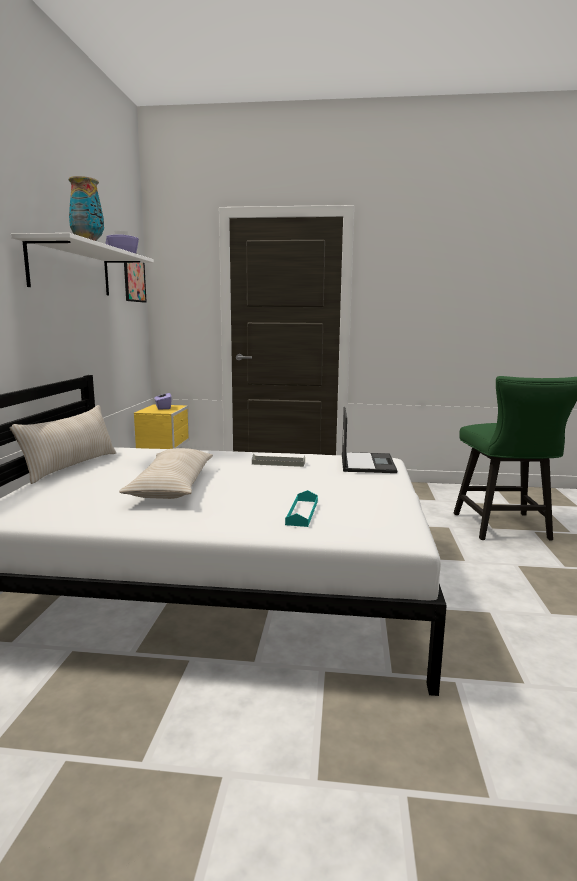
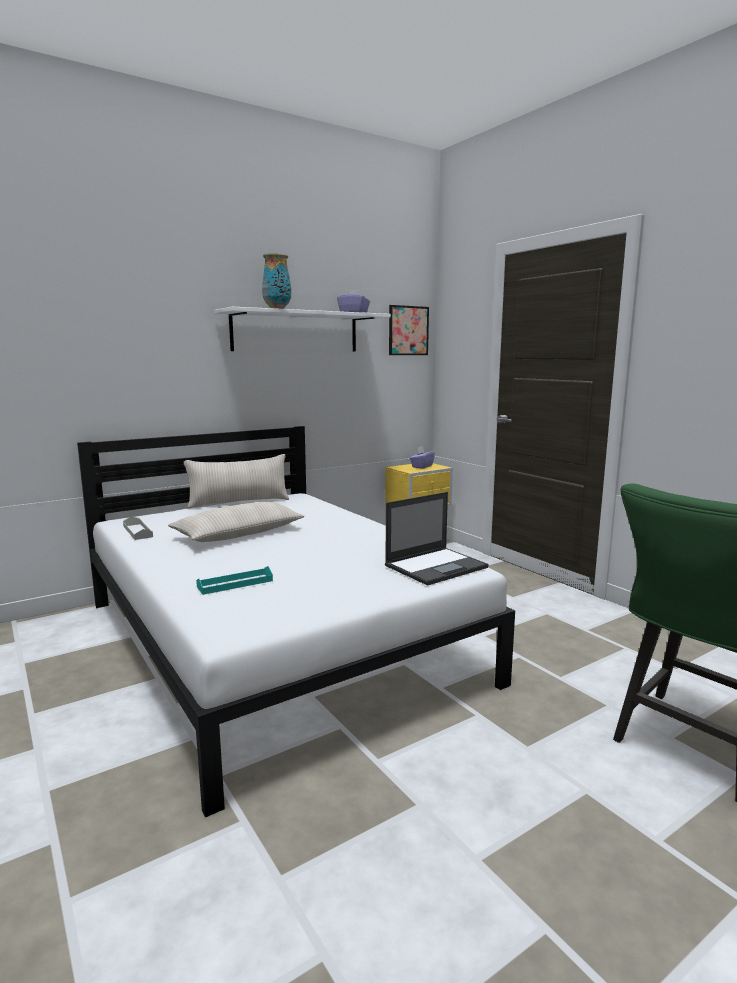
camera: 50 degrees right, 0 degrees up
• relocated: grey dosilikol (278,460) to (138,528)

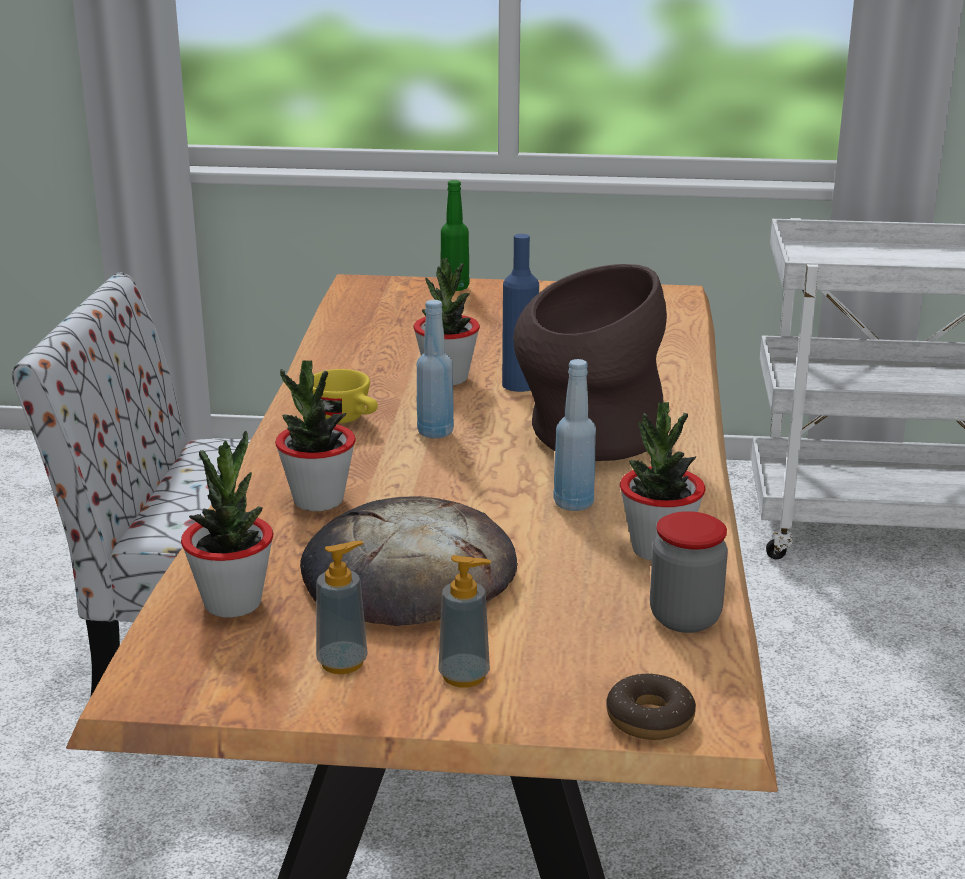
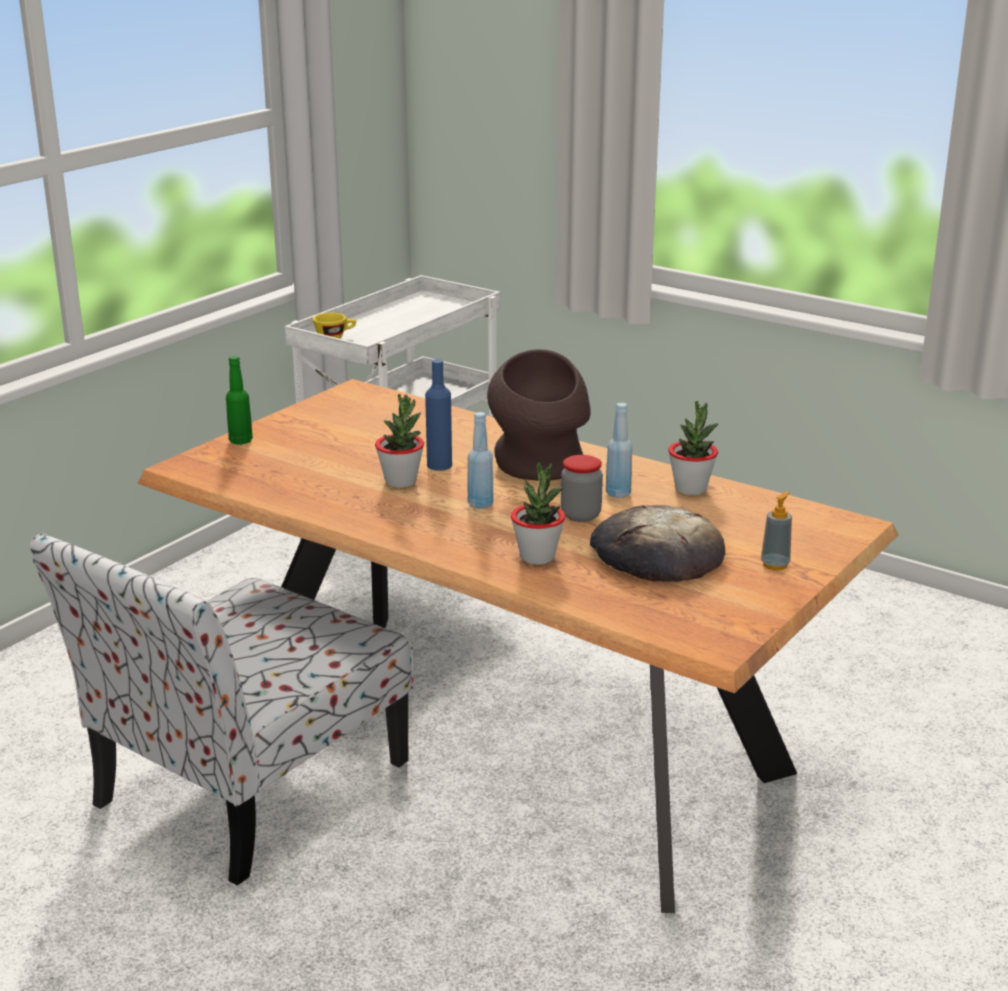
camera: 60 degrees left, 0 degrees up
• relocated: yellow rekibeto (345,396) to (334,325)
• missing: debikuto (227,524)
• relocated: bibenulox (689,572) to (582,488)
• missing: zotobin (342,607)
• missing: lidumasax (651,706)

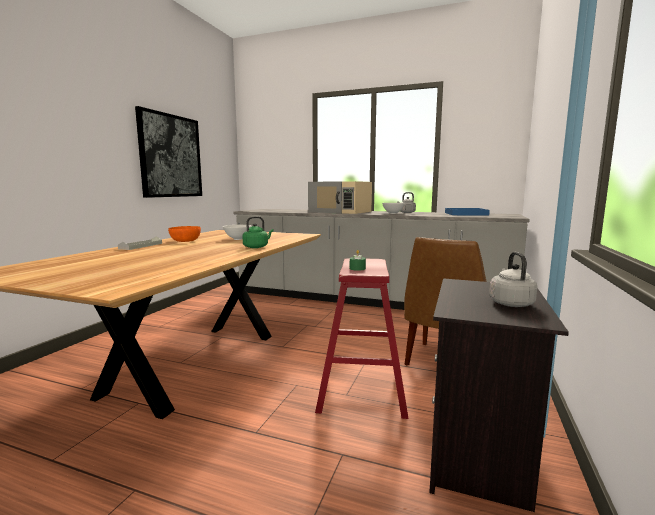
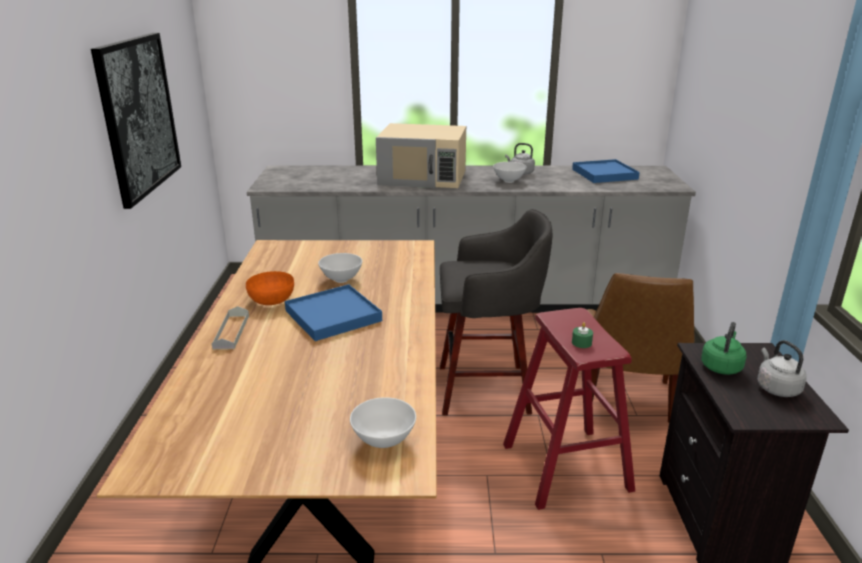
camera: 20 degrees left, 15 degrees up
• relocated: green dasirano (258,232) to (723,348)
• appeared: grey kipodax (496,312)
• appeared: blue dosilikol (333,312)
• appeared: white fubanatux (383,422)

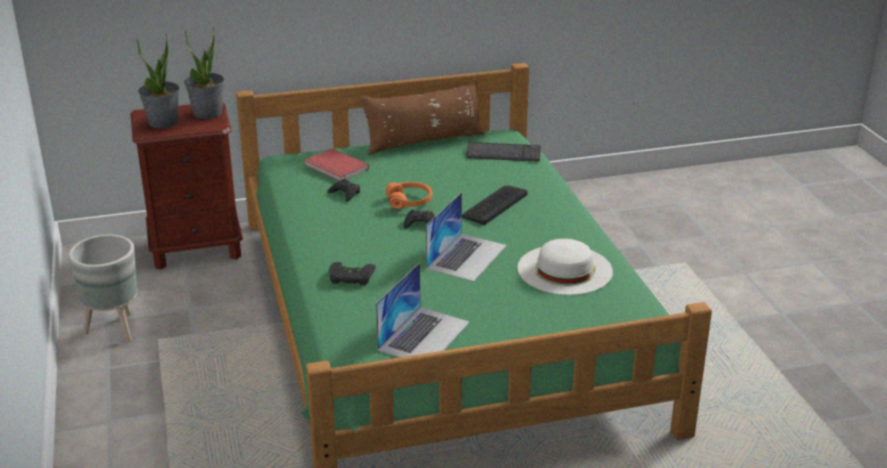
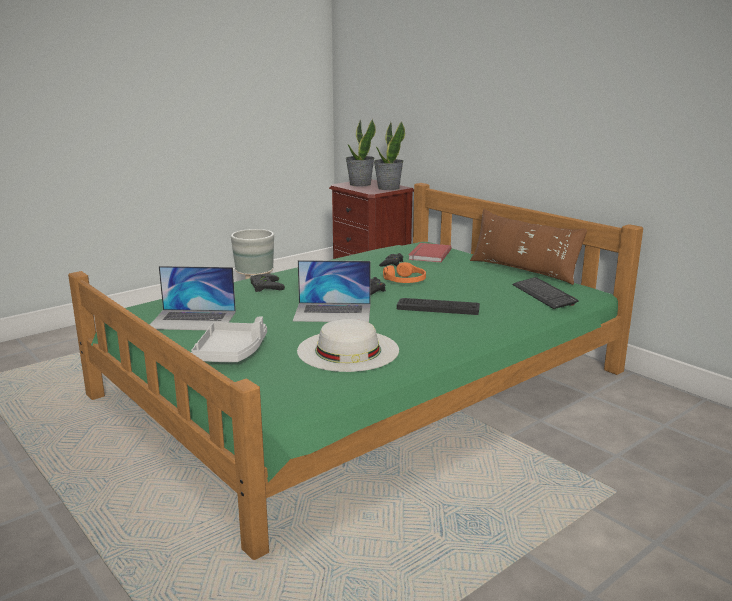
camera: 65 degrees right, 10 degrees down
• appeared: grey dosilikol (229,339)

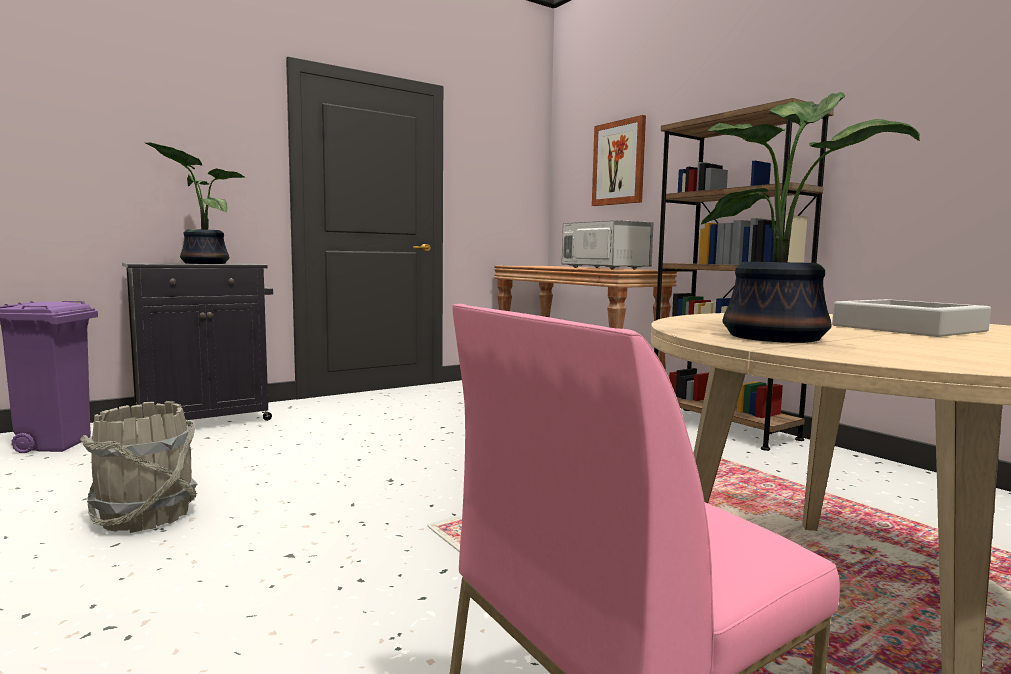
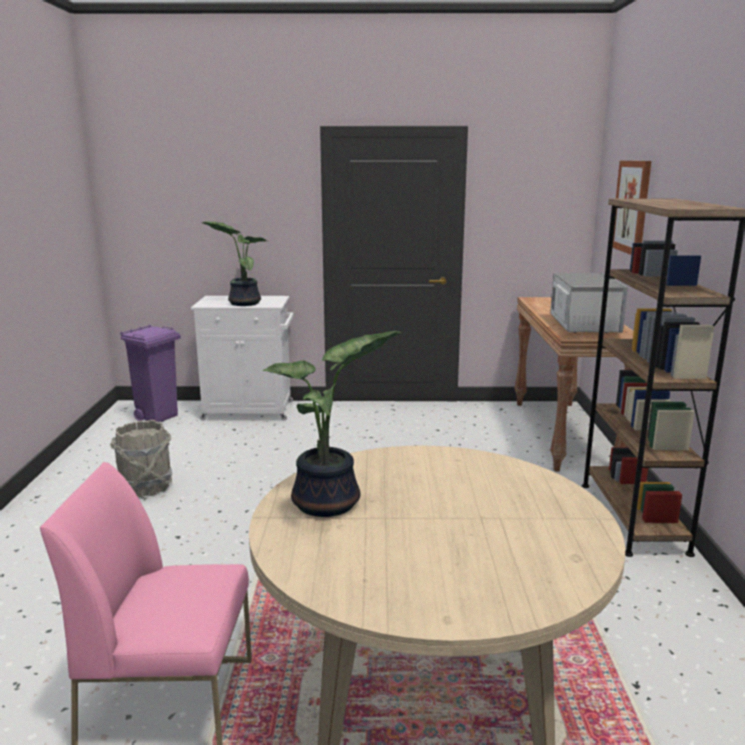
camera: 35 degrees right, 10 degrees up
• colour: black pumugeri (197,341) to white pumugeri (242,358)
• missing: grey dosilikol (911,318)

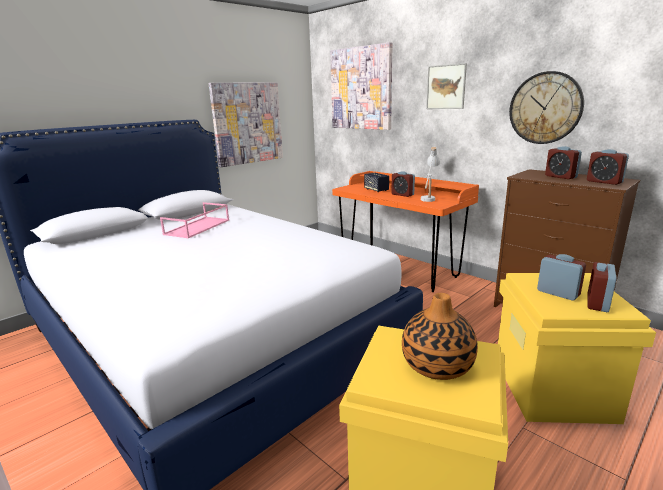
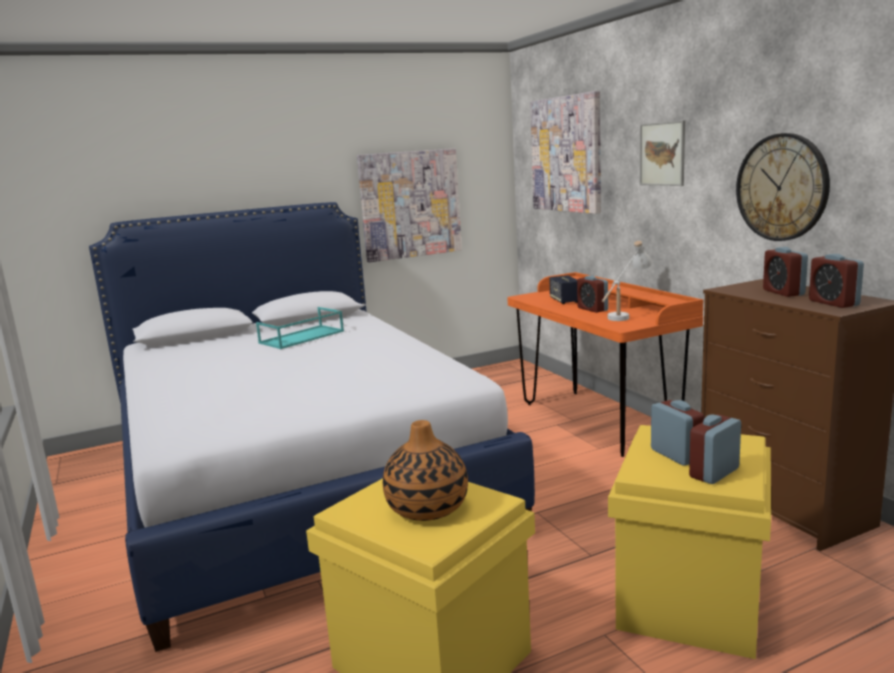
camera: 20 degrees right, 5 degrees down
• colour: pink dosilikol (194,220) to turquoise dosilikol (300,328)

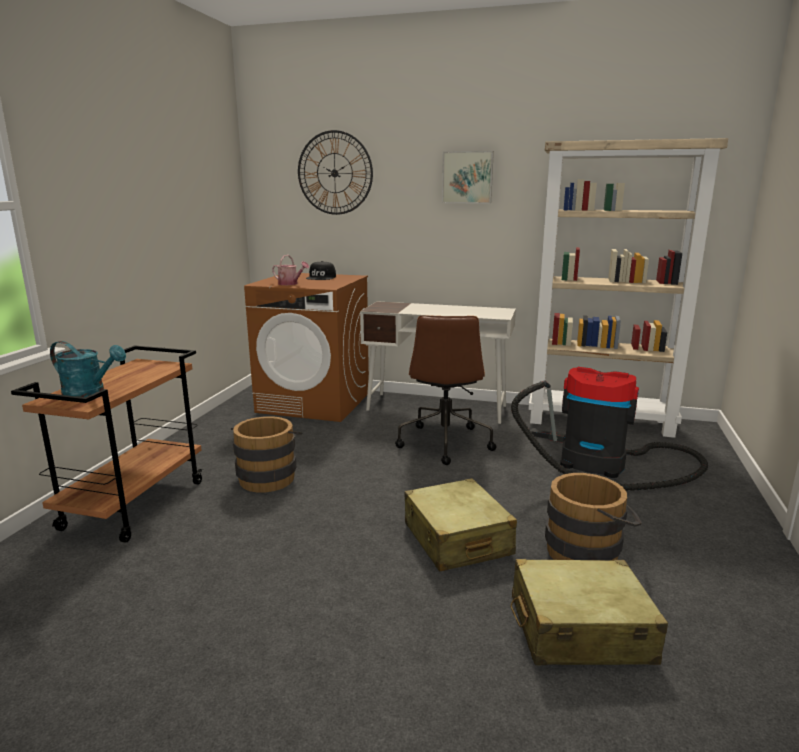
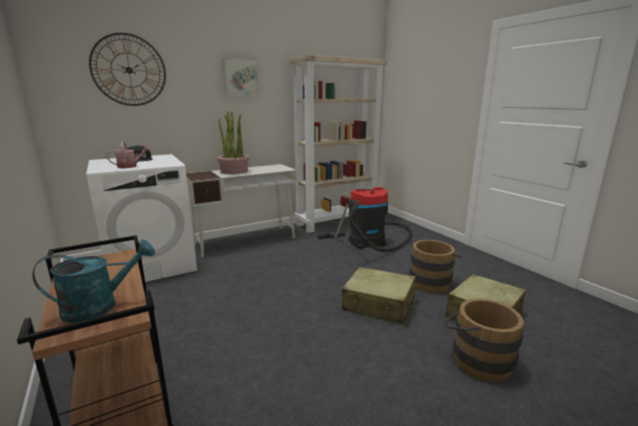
camera: 45 degrees left, 0 degrees up
• colour: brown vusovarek (306,347) to white vusovarek (141,218)
• missing: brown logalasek (445,390)
• relocated: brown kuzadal (266,454) to (484,340)
• appeared: debikuto (233,142)

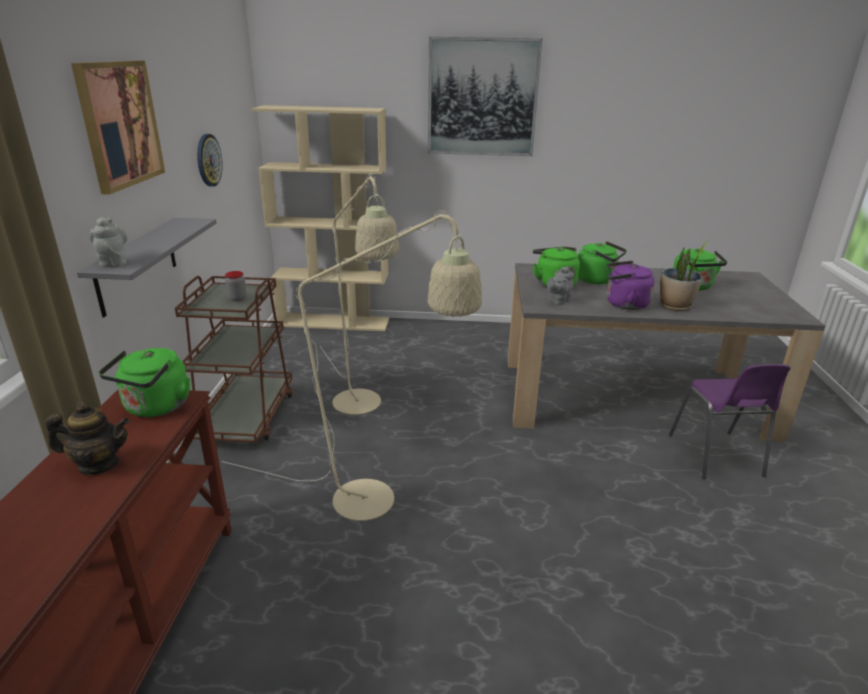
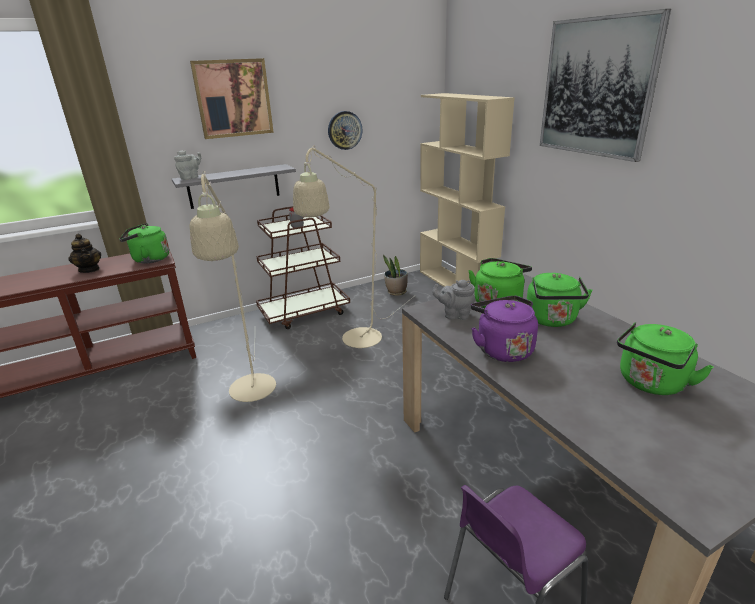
camera: 60 degrees right, 0 degrees up
• relocated: debikuto (684,276) to (395,275)

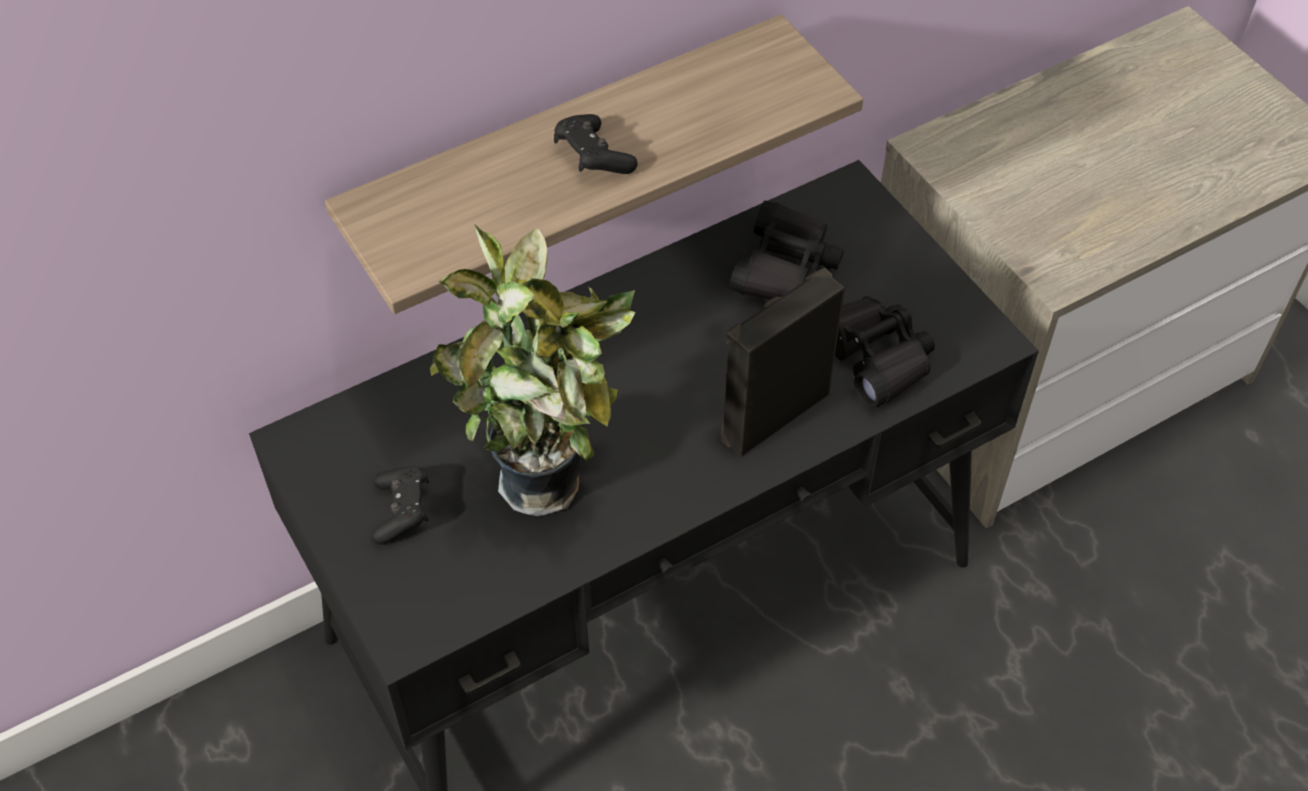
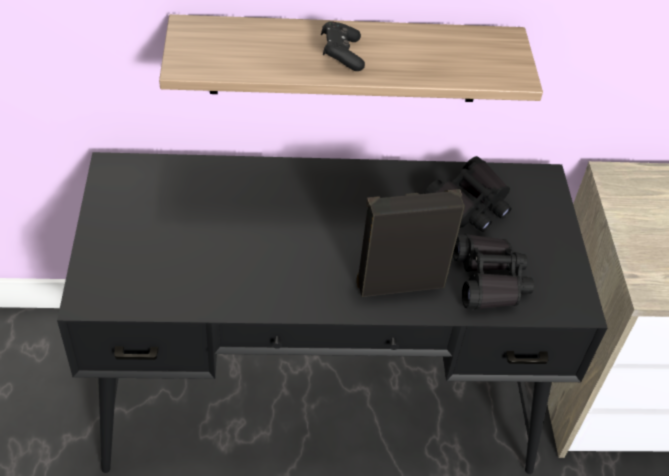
camera: 25 degrees right, 5 degrees down
• missing: debikuto (532,370)
• missing: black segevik (400,506)

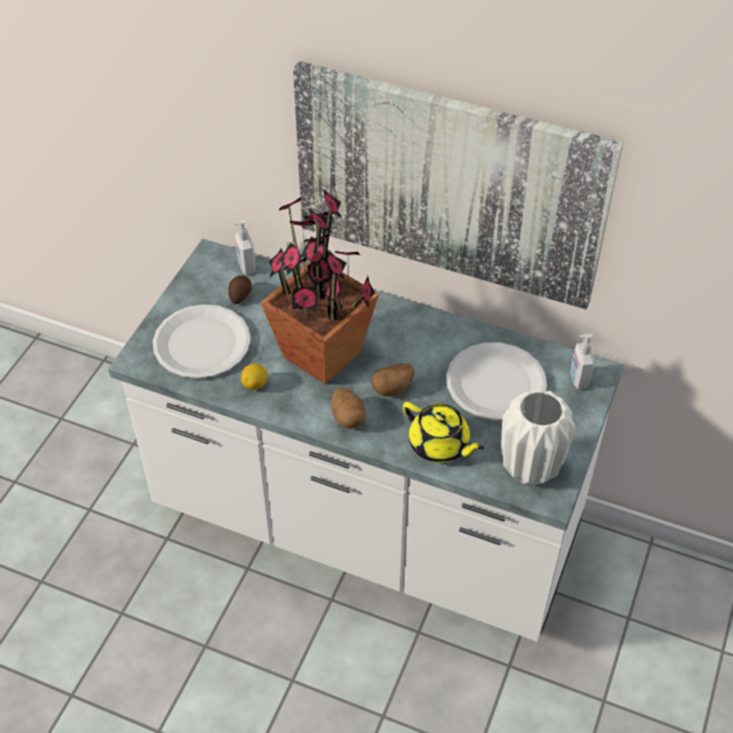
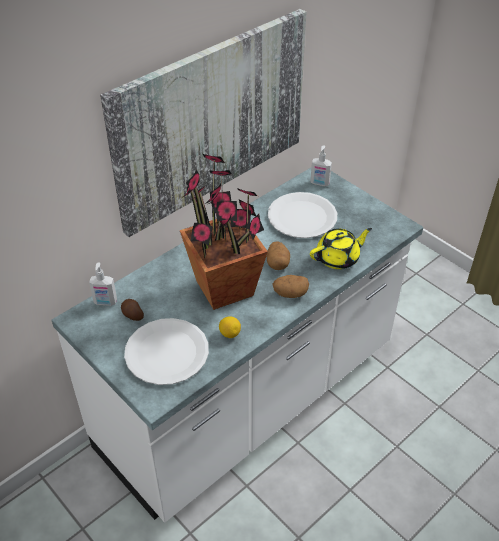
camera: 65 degrees left, 5 degrees down
• missing: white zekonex (538,437)

